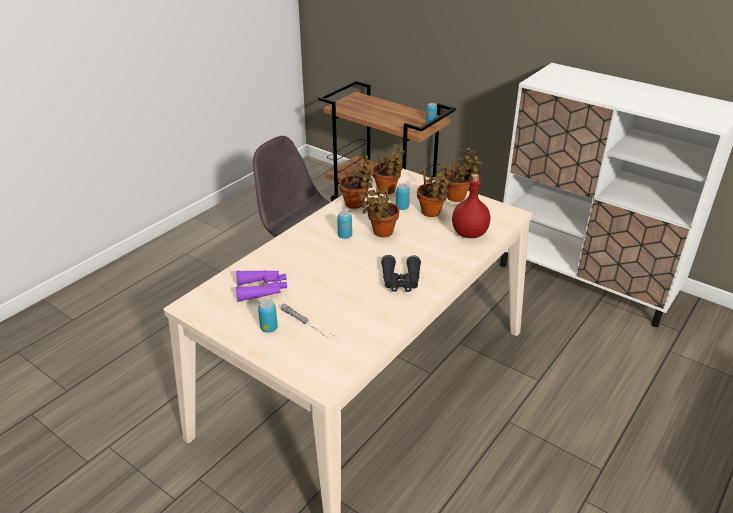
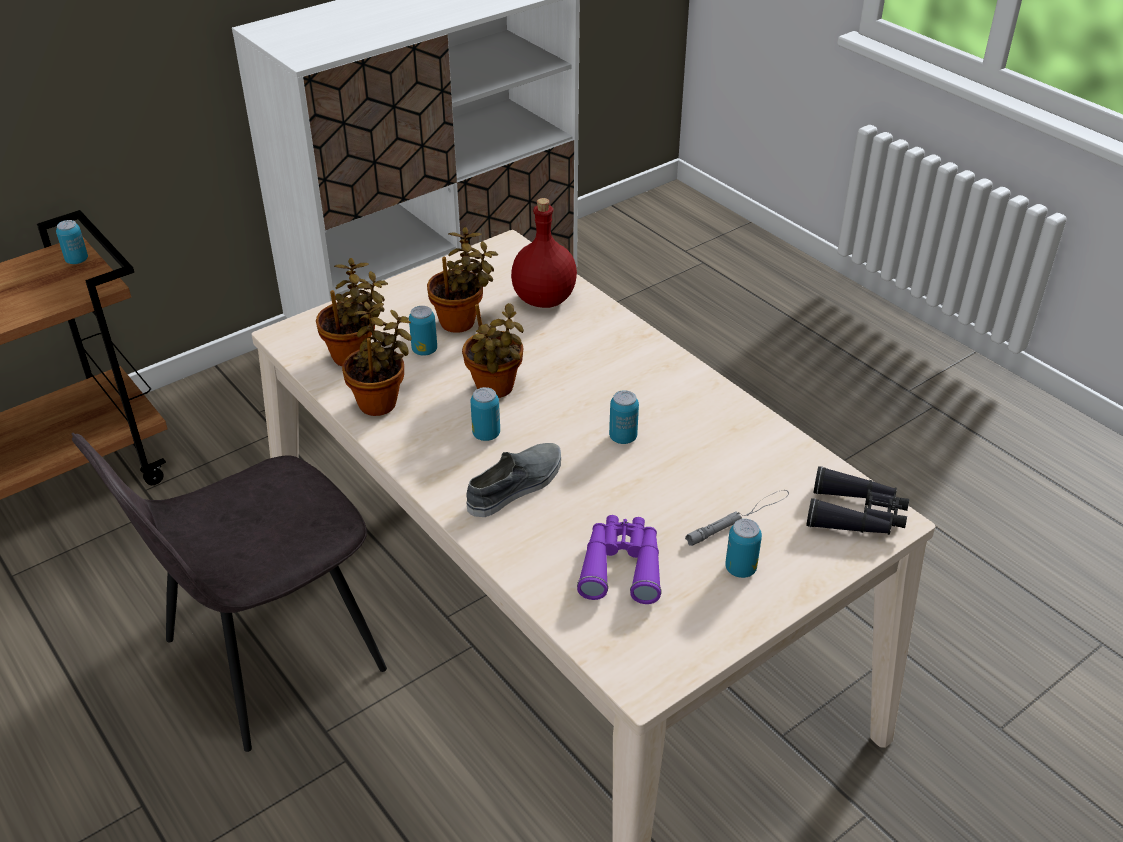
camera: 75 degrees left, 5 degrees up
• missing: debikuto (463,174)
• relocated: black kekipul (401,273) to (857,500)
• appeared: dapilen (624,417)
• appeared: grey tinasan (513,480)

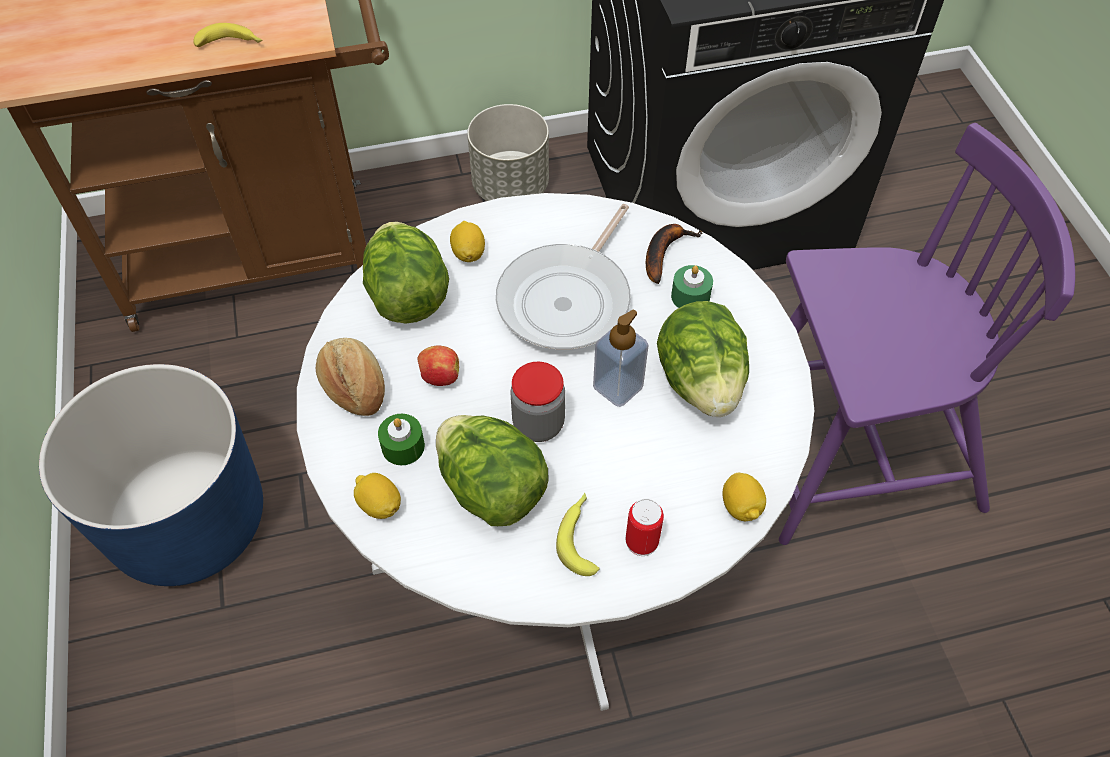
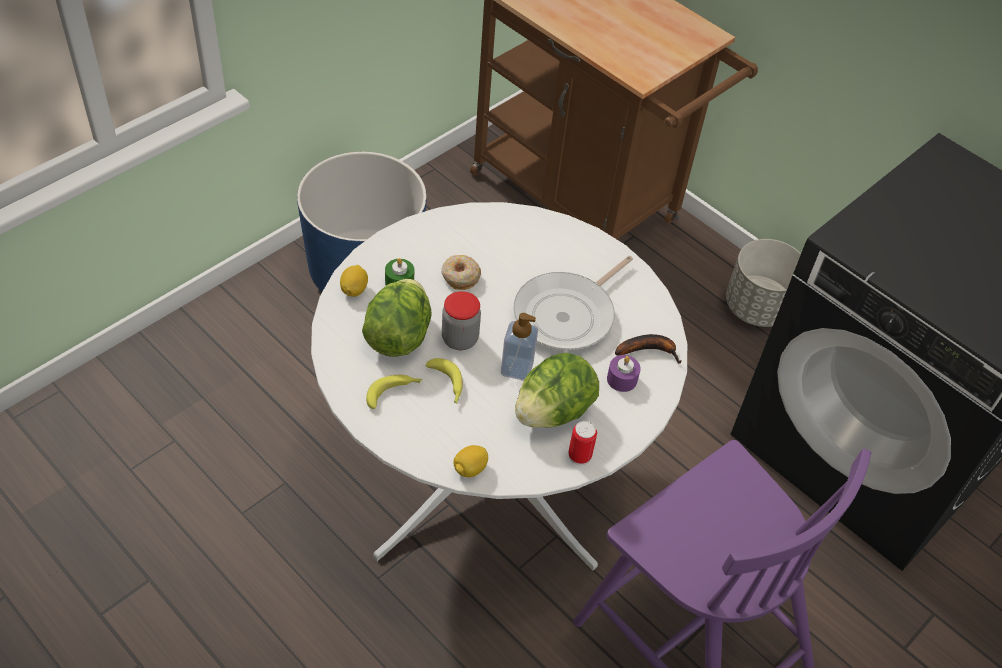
camera: 55 degrees right, 5 degrees down
• relocated: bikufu (227,35) to (444,381)
• spun: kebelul (563,277) = (573,303) 45 degrees counterclockwise
• missing: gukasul (467,241)
• missing: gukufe (406,273)
• colour: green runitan (692,286) to purple runitan (624,373)
• missing: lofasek (350,377)
• exchanged: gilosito (438,366) to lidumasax (461,272)
• relocated: dapilen (645,527) to (582,443)

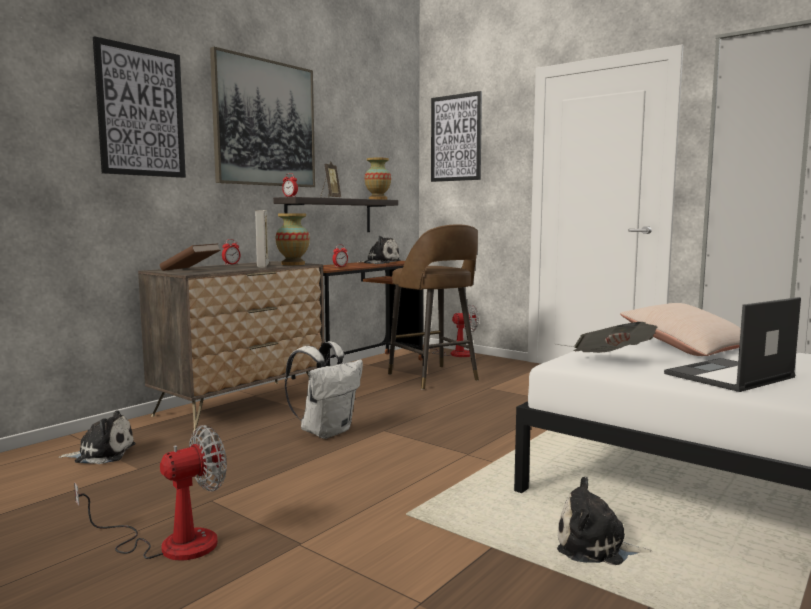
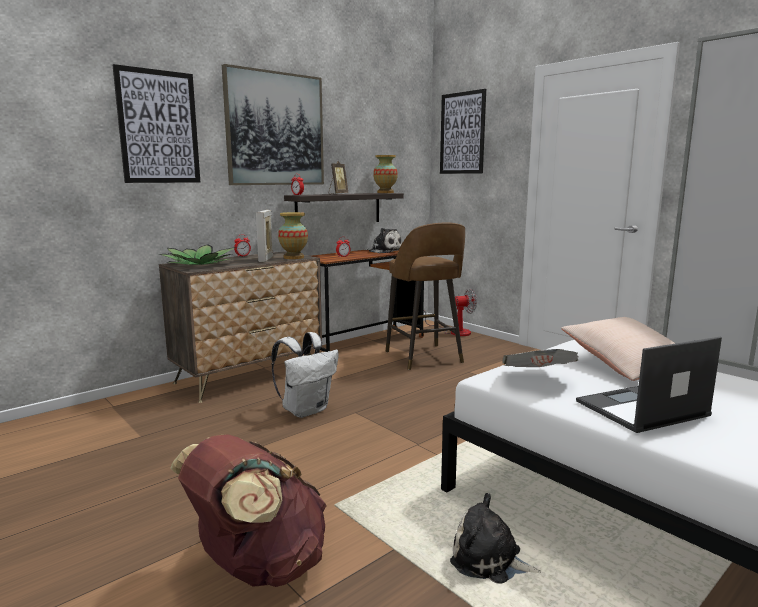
camera: 10 degrees right, 5 degrees up
• exchanged: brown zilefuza (190,257) to debikuto (197,254)
• missing: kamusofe (97,437)
• missing: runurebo (150,493)
• appeared: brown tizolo (248,510)

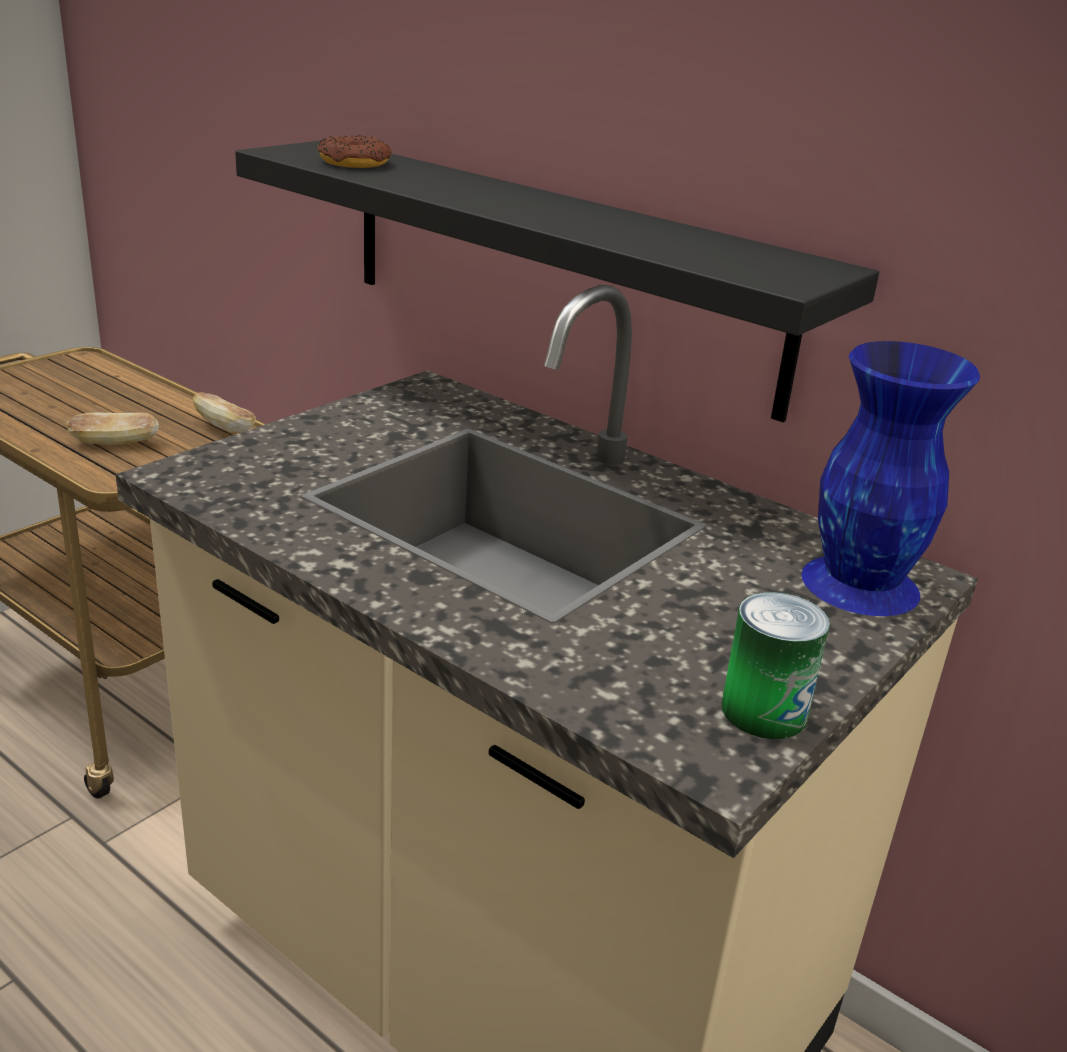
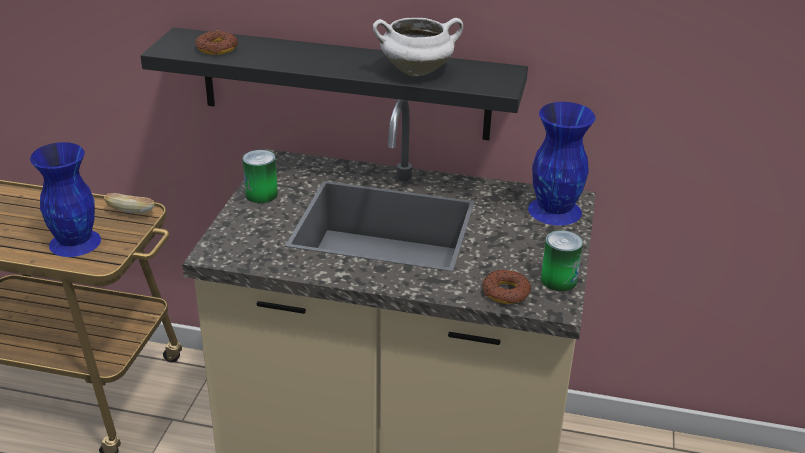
camera: 25 degrees left, 5 degrees up
• exchanged: lofasek (112,429) to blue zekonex (65,199)
• appeared: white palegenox (418,47)
• appeared: dapilen (260,176)
• appeared: lidumasax (506,287)

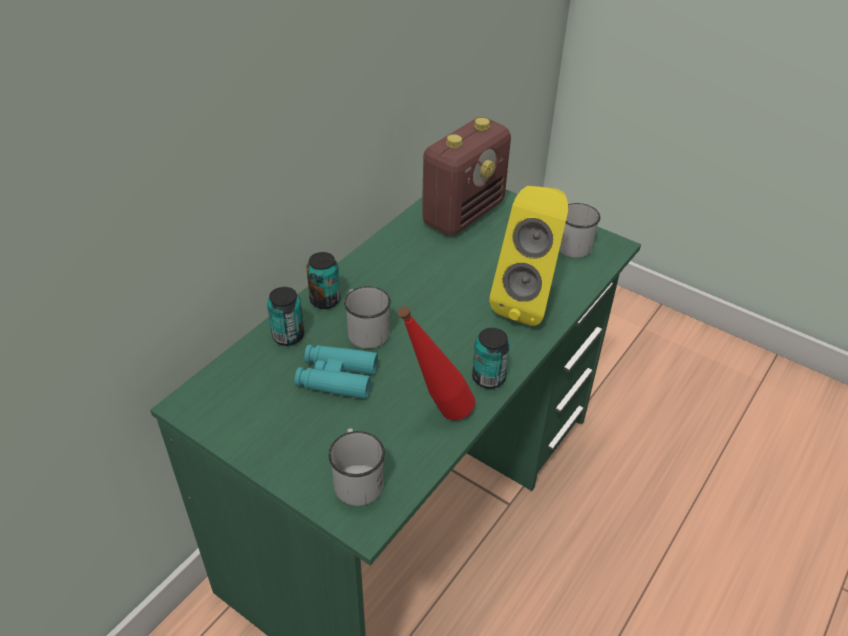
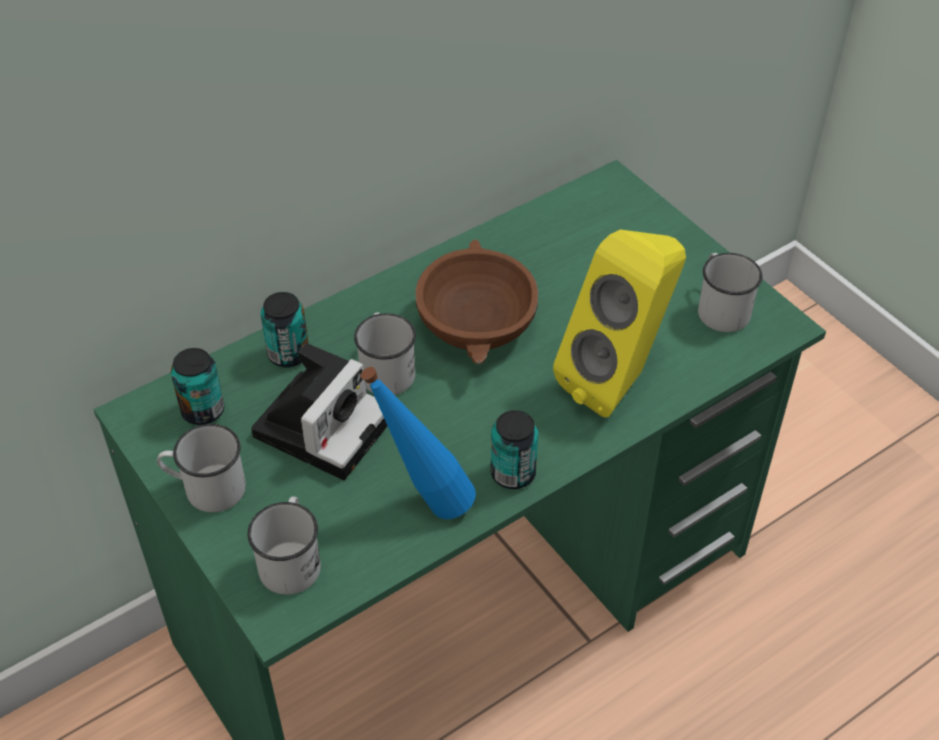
camera: 20 degrees right, 5 degrees up
• missing: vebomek (466,176)
• relocated: dapilen (323,280) to (197,386)
• colour: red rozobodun (436,363) to blue rozobodun (418,443)
• exchanged: turquoise kekipul (336,372) to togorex (319,411)
• appeared: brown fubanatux (476,301)
• appeared: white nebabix (201,468)

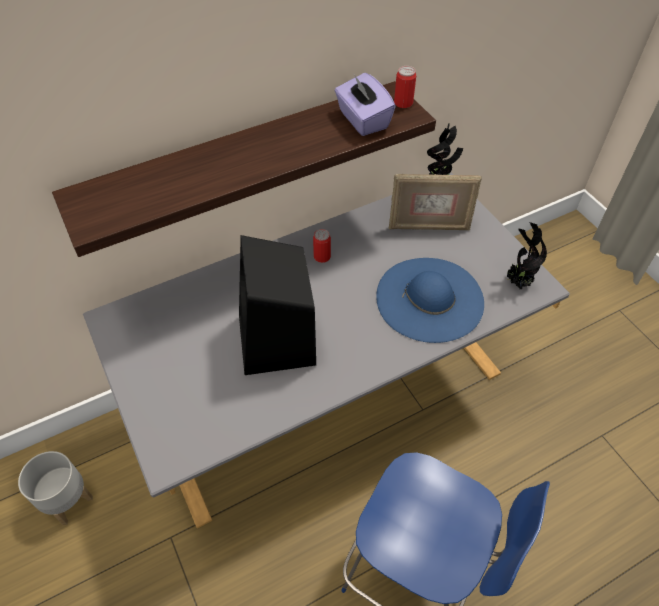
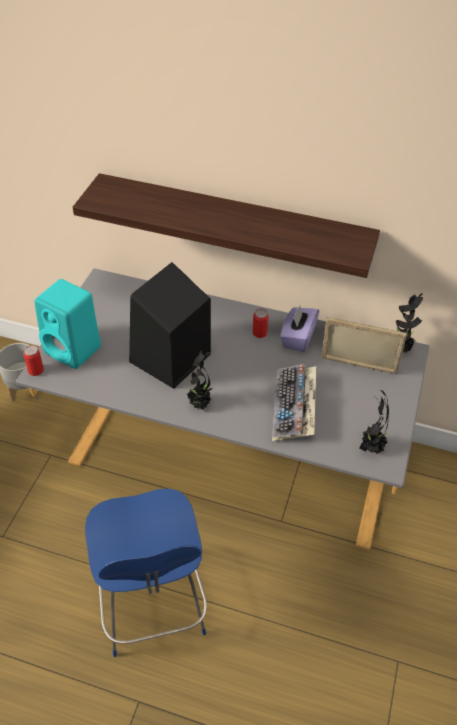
camera: 45 degrees right, 5 degrees down
• relocated: dapilen (405,87) to (33,360)
• relocated: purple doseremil (365,104) to (300,329)
• spun: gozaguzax (435,202) = (364,345) 150 degrees clockwise
• exchanged: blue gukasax (430,300) to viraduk (294,402)
• appeared: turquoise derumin (67,324)
• appeared: debikuto (200,380)

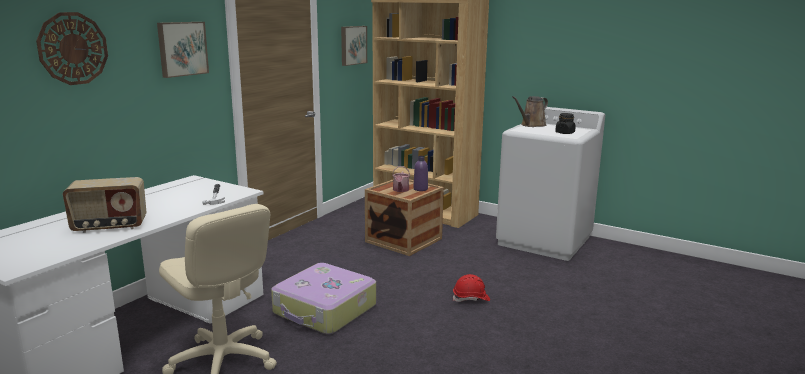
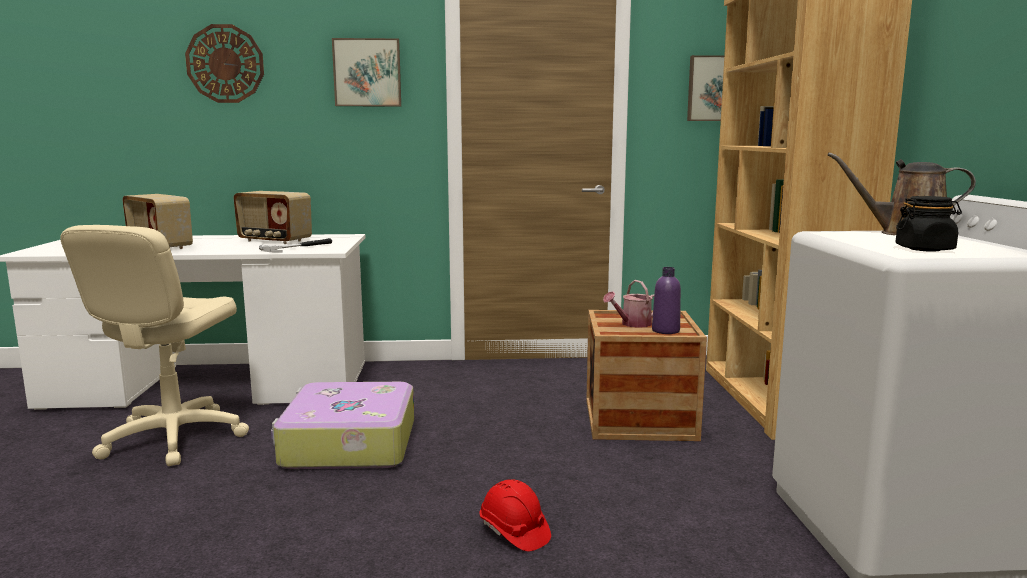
camera: 55 degrees right, 5 degrees down
• appeared: vebomek (273,217)

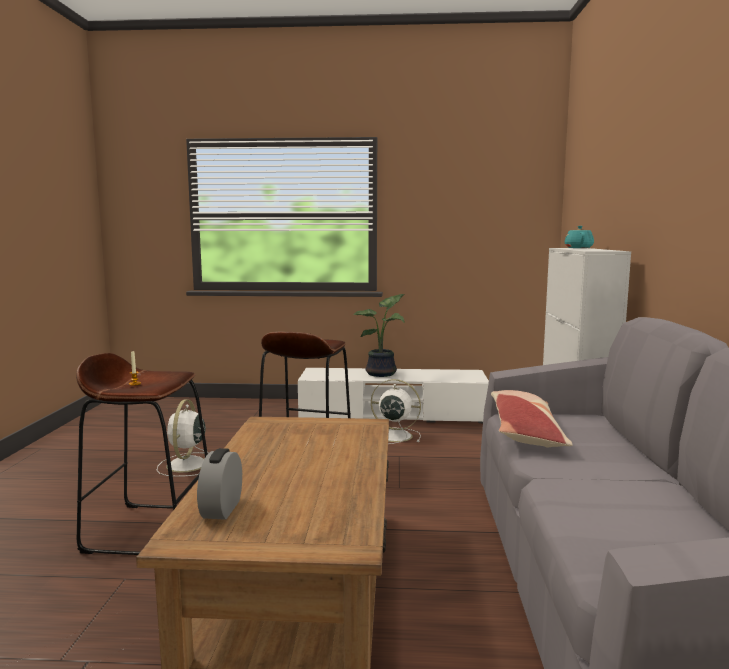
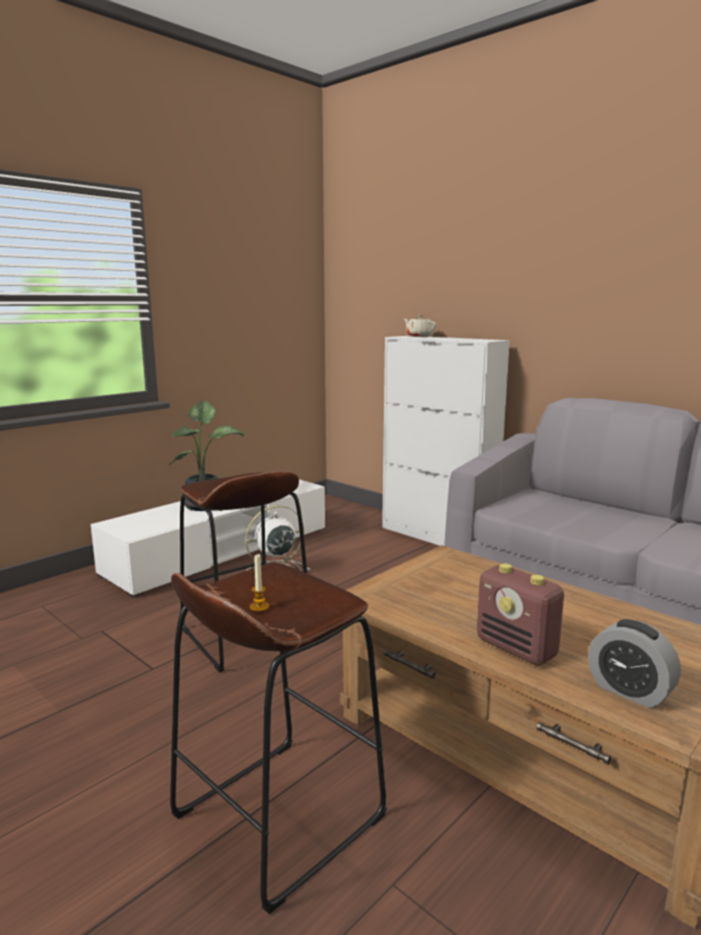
camera: 50 degrees left, 5 degrees up
• colour: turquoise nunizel (579,237) to beige nunizel (420,325)
• missing: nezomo (532,418)
• missing: white runurebo (183,438)
• appeared: vebomek (520,614)

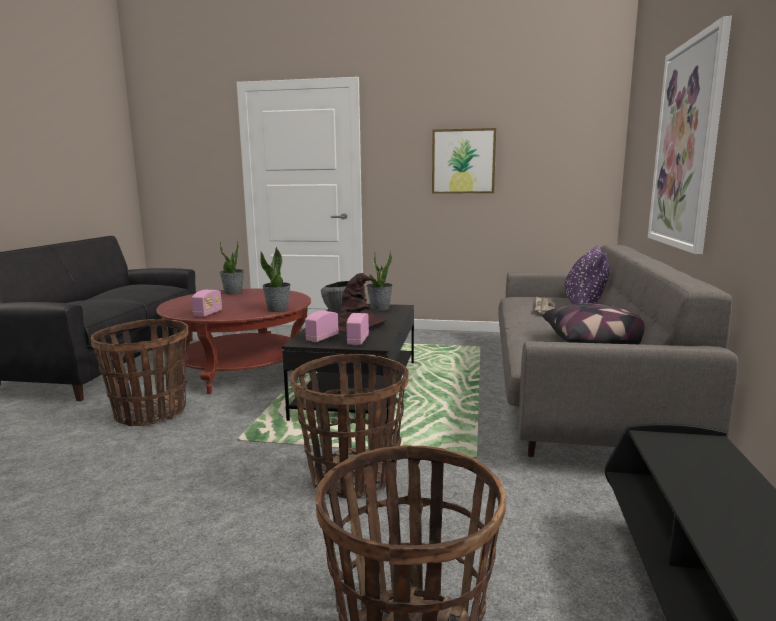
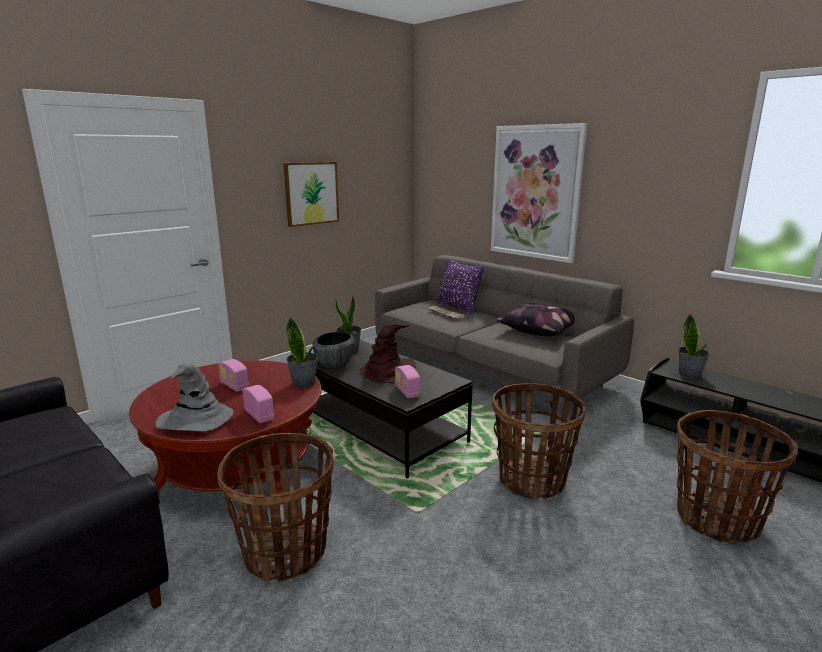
camera: 55 degrees left, 5 degrees up
• relocated: debikuto (231,266) to (694,346)
• relocated: vebomek (357,329) to (233,375)
• appeared: grey gukasax (194,397)

